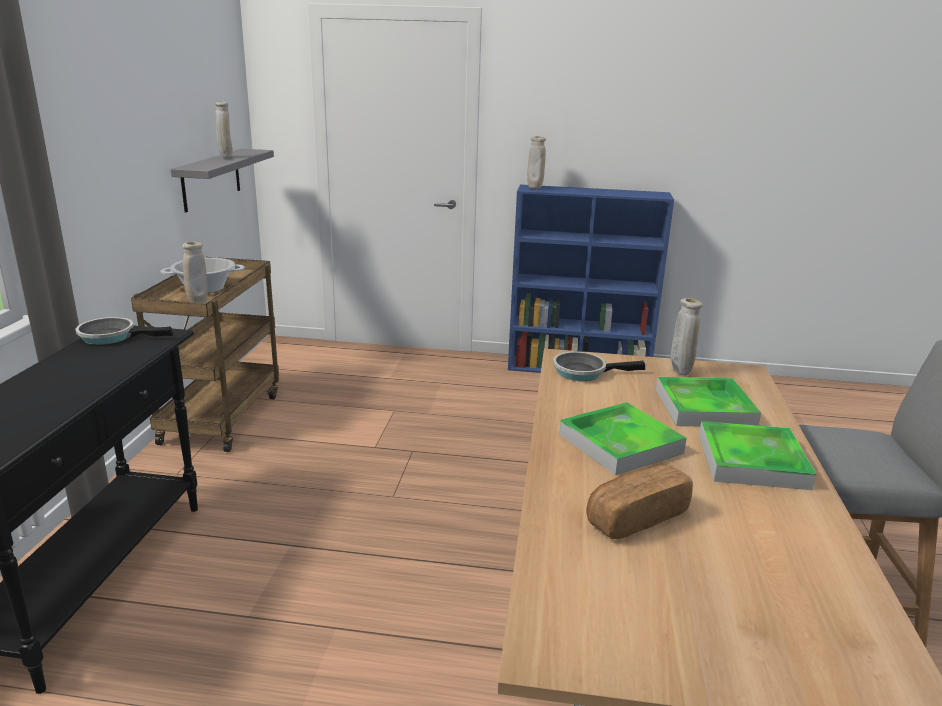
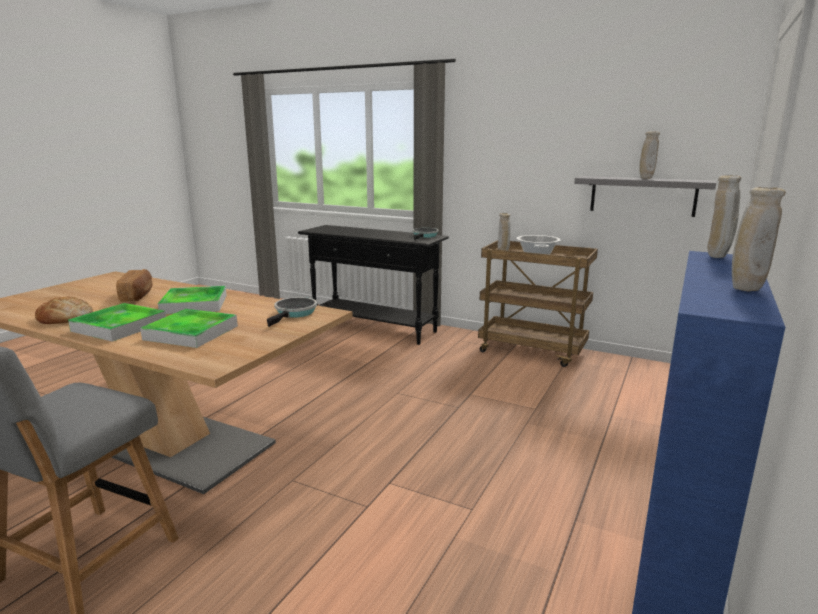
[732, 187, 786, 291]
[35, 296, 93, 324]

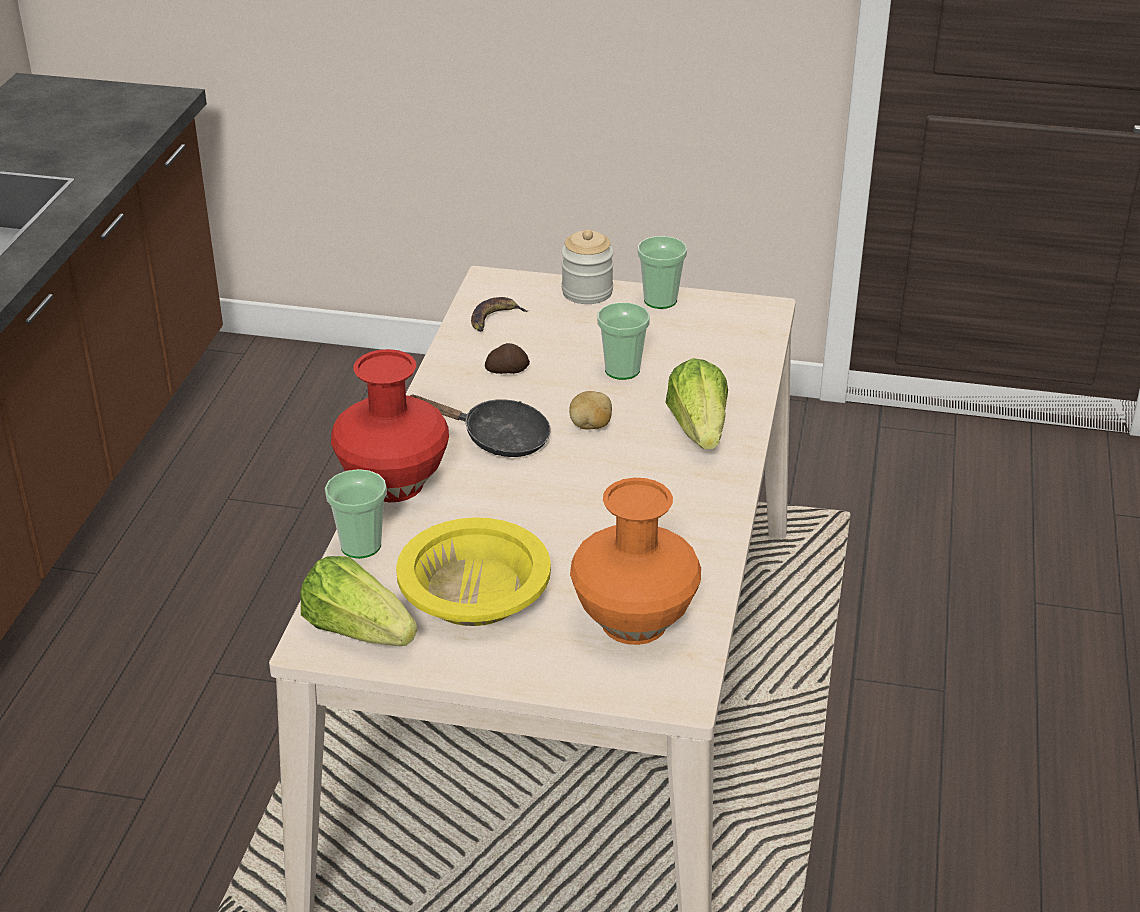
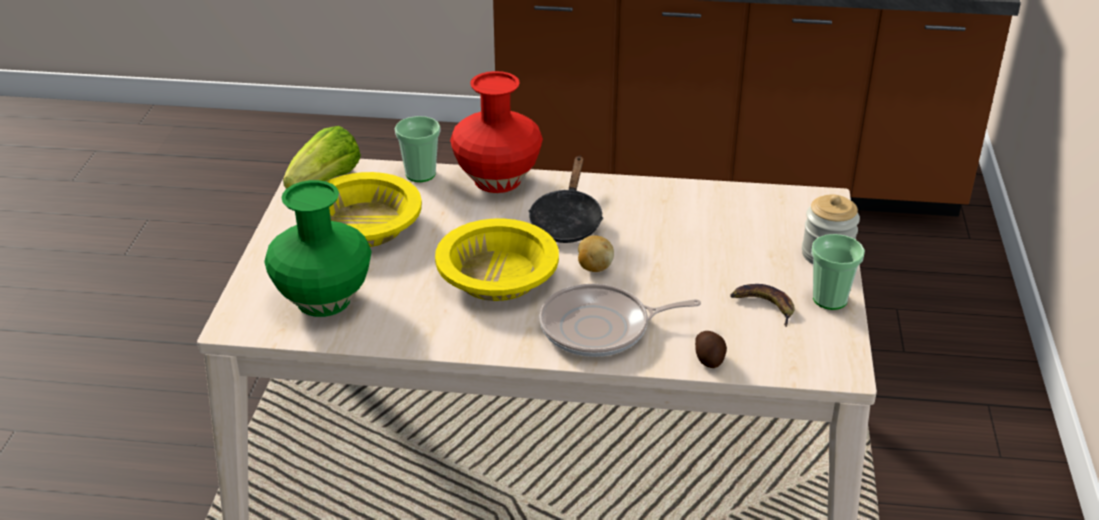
[730, 284, 795, 327]
[597, 302, 650, 380] (first image)
[695, 331, 727, 368]
[540, 284, 701, 357]
[264, 180, 372, 317]
[435, 219, 559, 301]

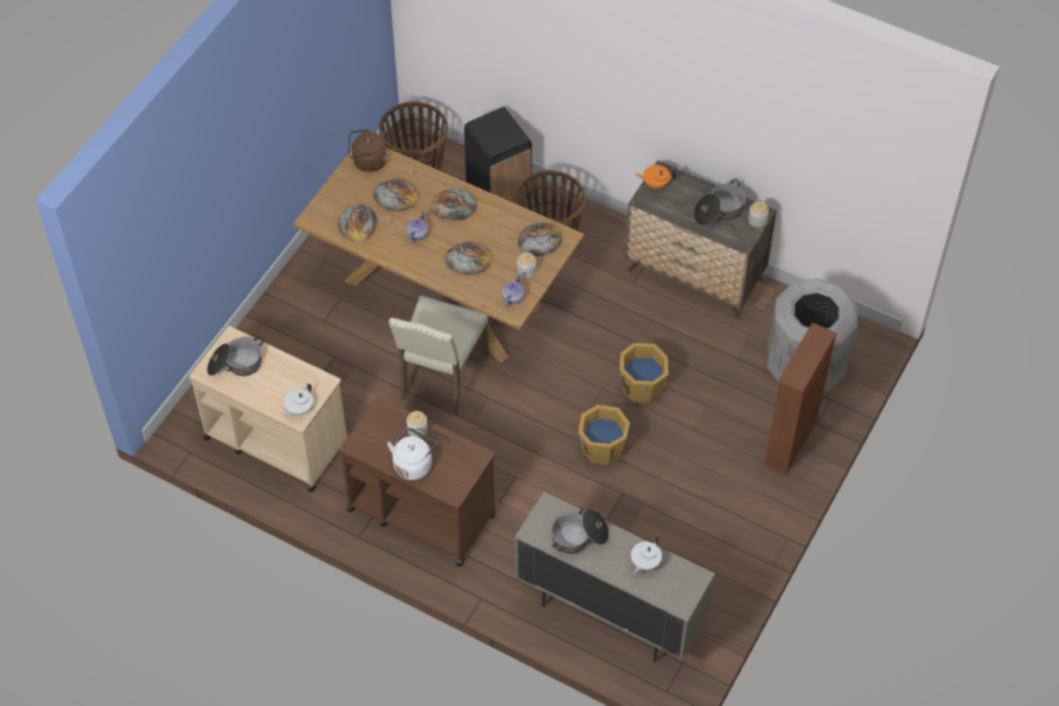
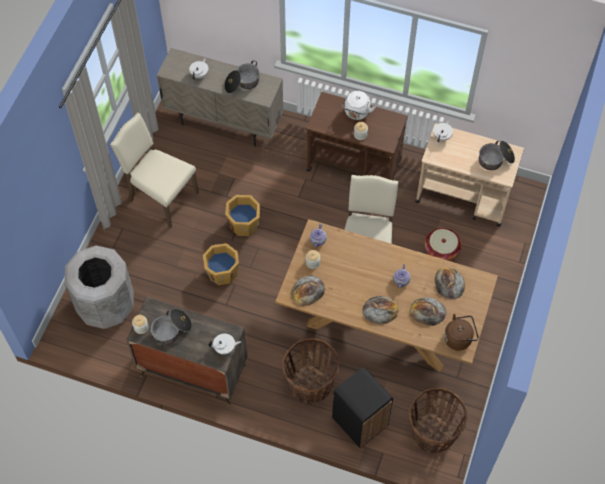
[208, 333, 241, 355]
[444, 242, 492, 275] (first image)
[763, 322, 837, 475] (first image)
[110, 113, 199, 229]
[425, 228, 462, 261]

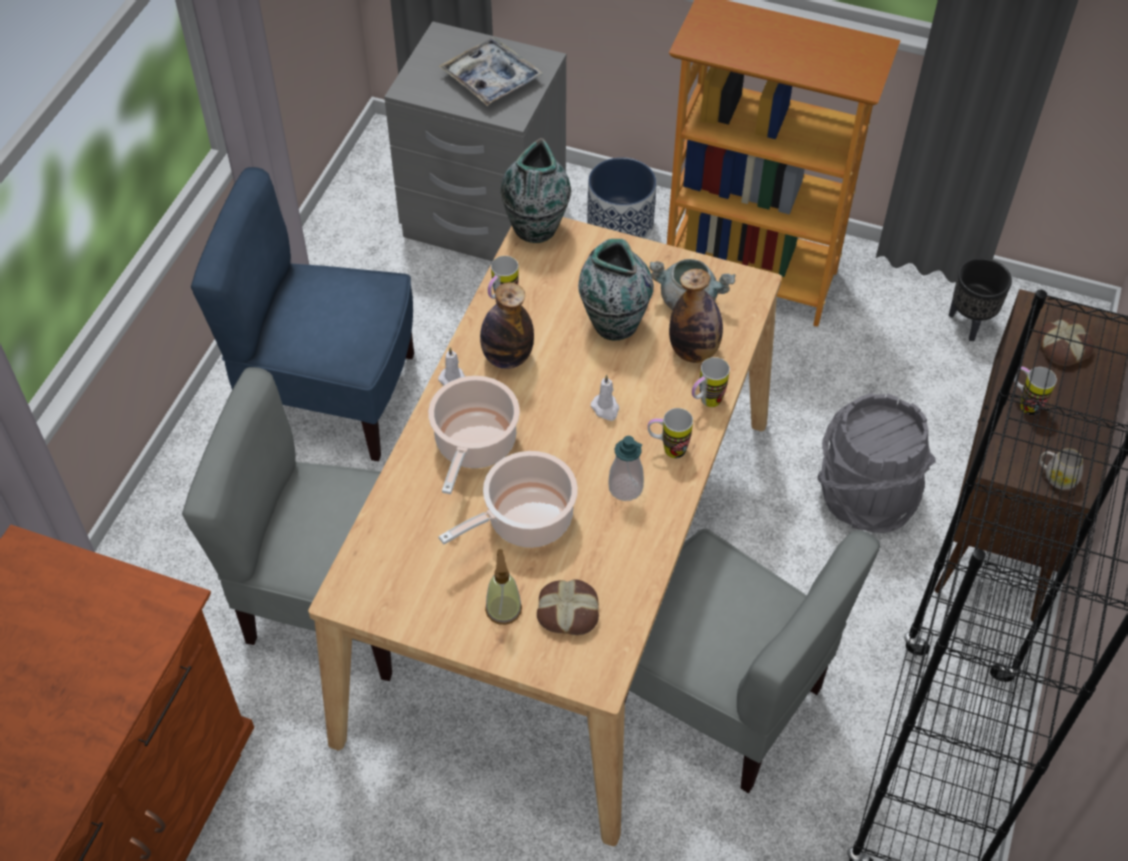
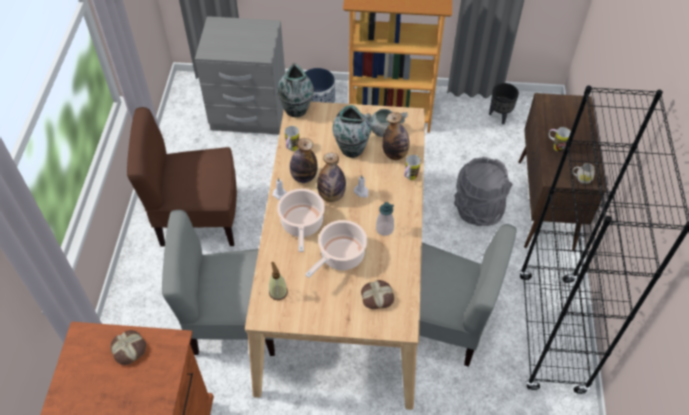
[439, 37, 543, 106] (first image)
[127, 107, 237, 247]
[110, 330, 146, 365]
[648, 408, 693, 458] (first image)
[269, 262, 288, 301]
[317, 153, 346, 202]

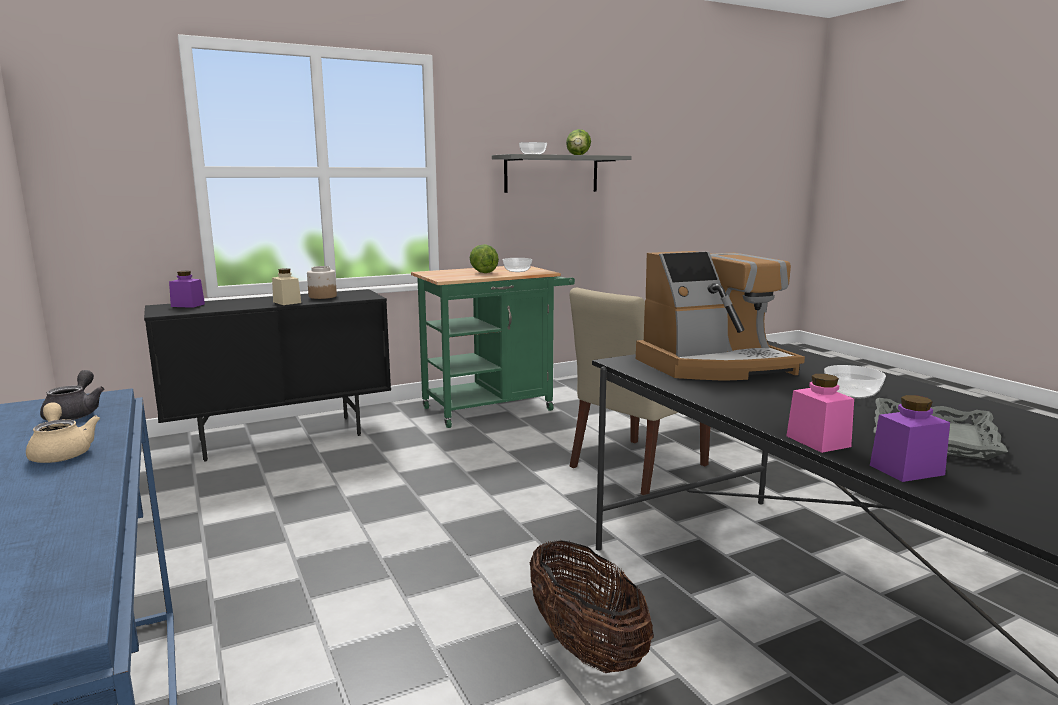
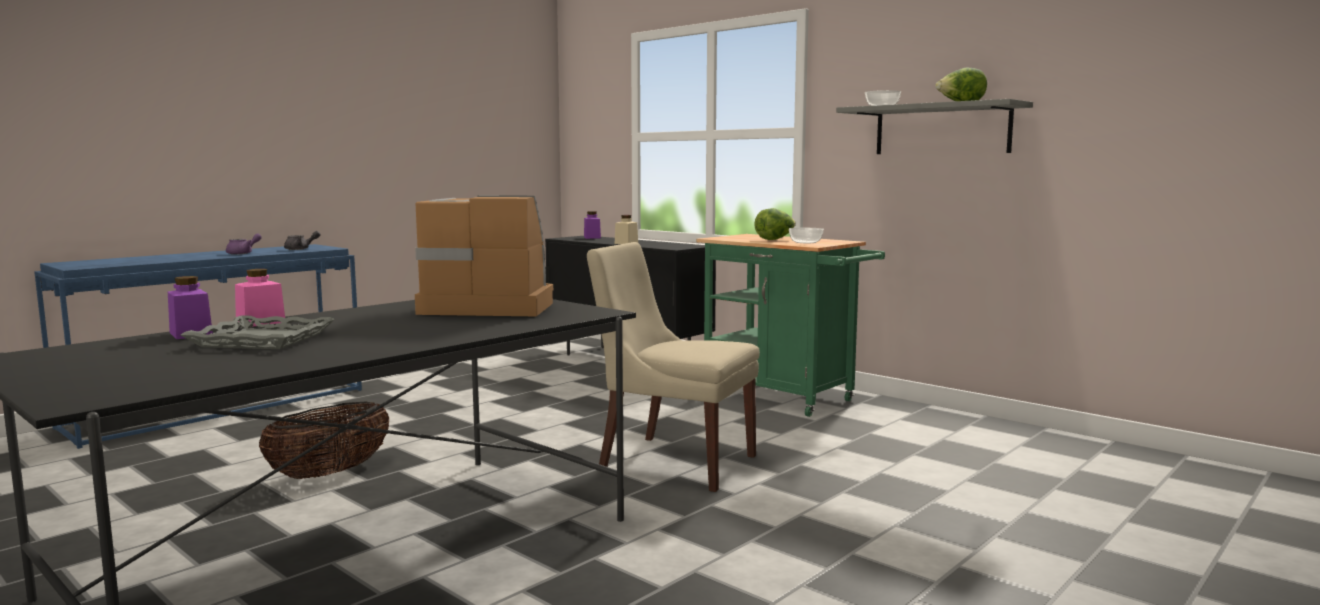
[415, 195, 553, 316]
[307, 266, 337, 299] (first image)
[824, 365, 886, 398] (first image)
[226, 233, 262, 255]

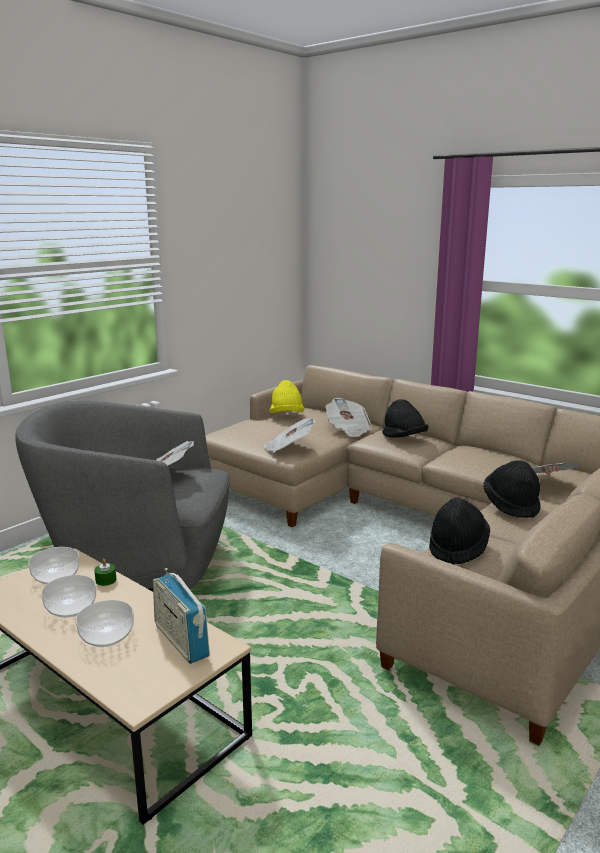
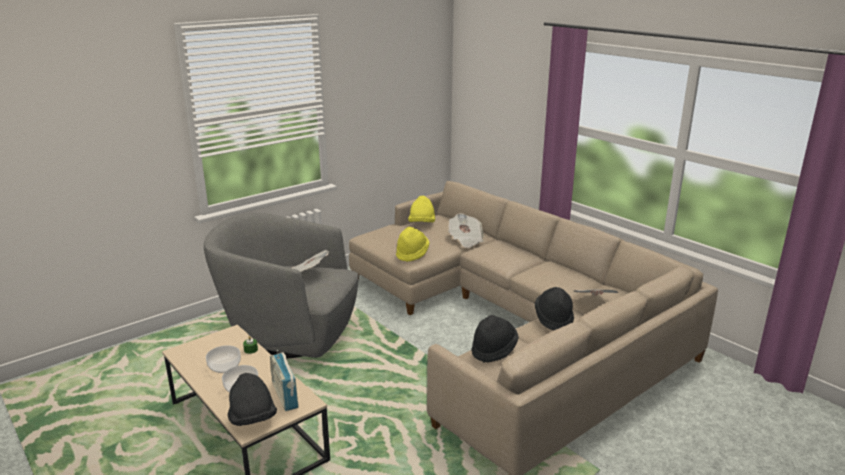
[228, 373, 277, 426]
[396, 227, 429, 262]
[28, 547, 79, 584] (first image)

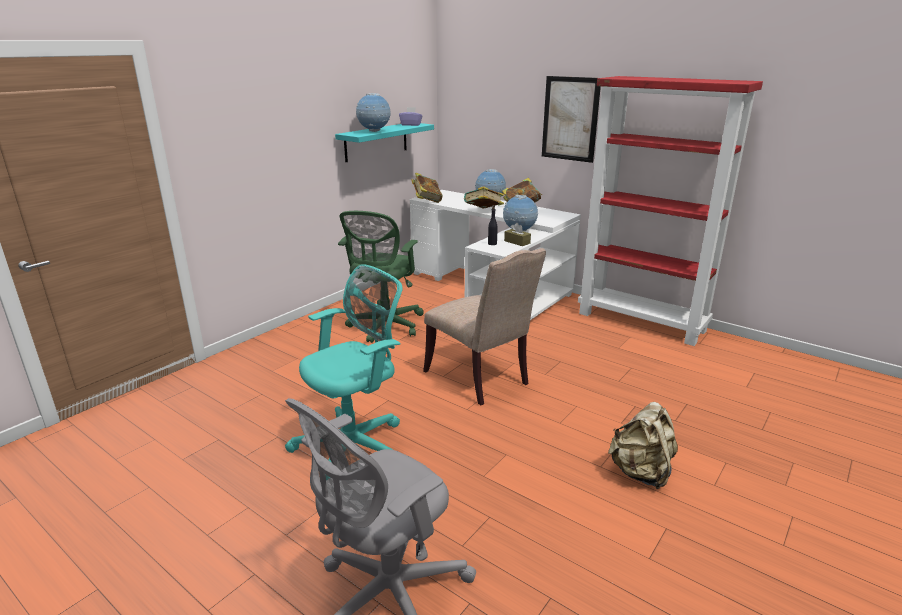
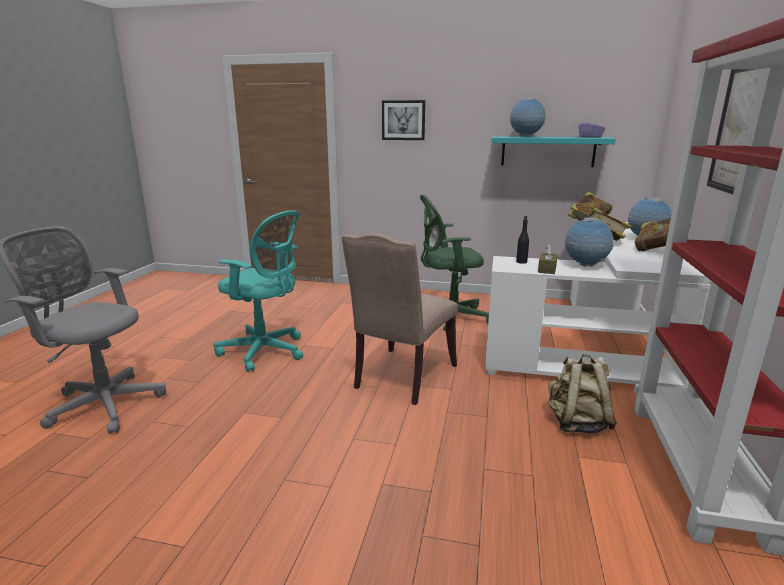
[548, 354, 617, 434]
[382, 100, 425, 140]

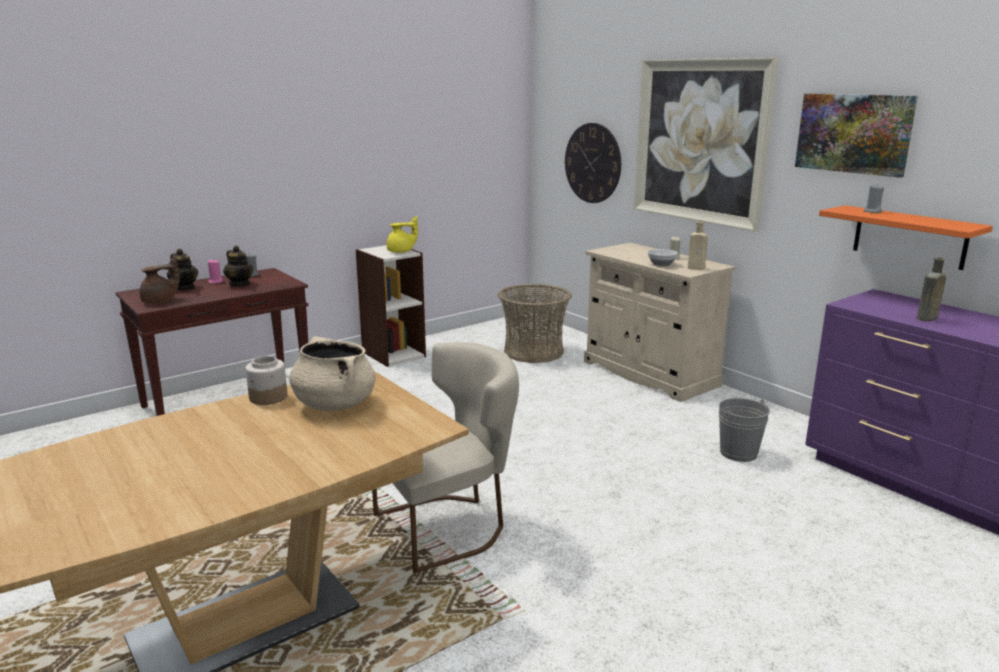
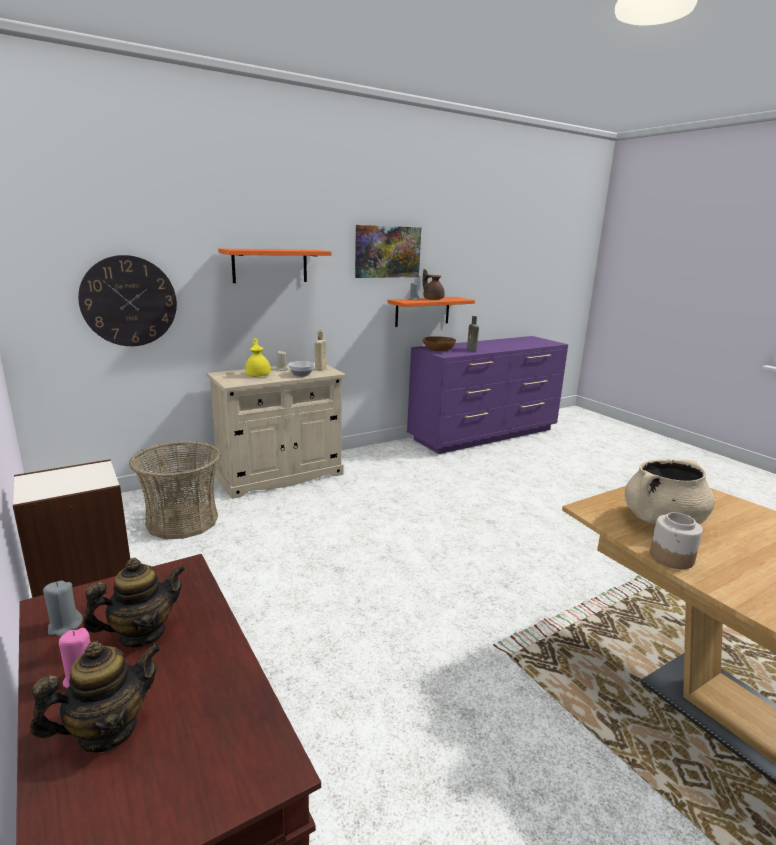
[218, 248, 331, 283]
[245, 338, 271, 377]
[423, 269, 445, 300]
[372, 342, 519, 573] (first image)
[719, 398, 770, 462] (first image)
[423, 336, 456, 351]

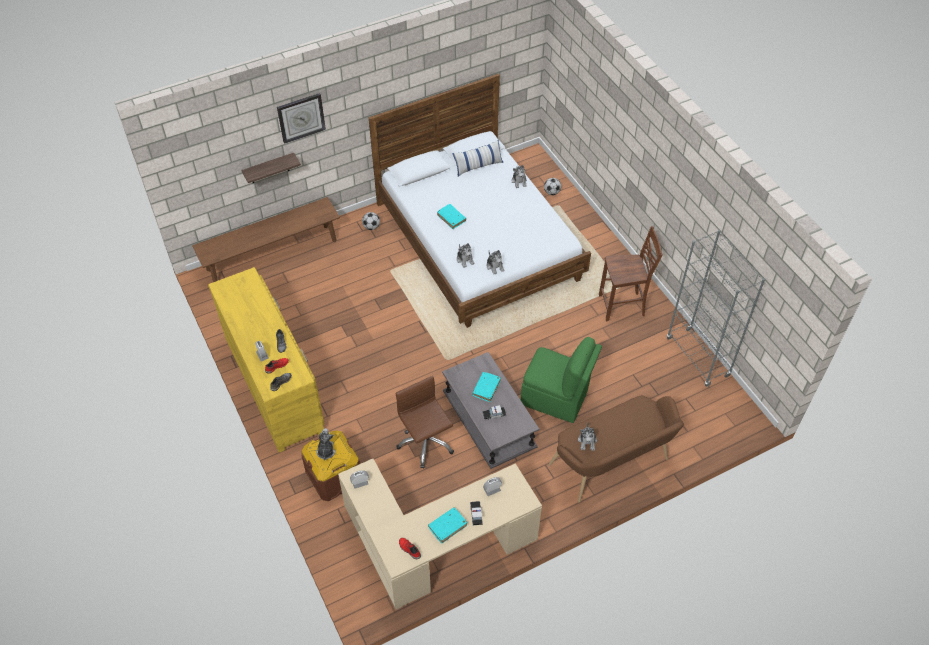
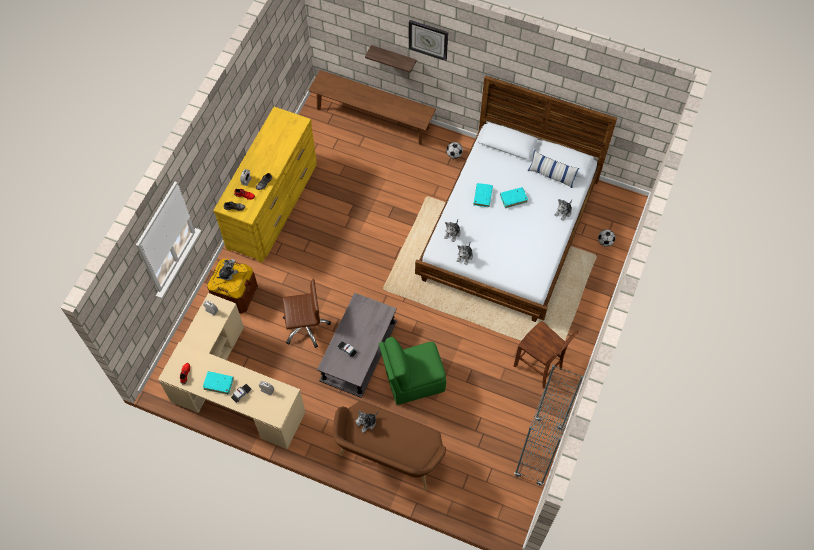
[379, 337, 446, 405]
[500, 187, 528, 208]
[283, 279, 331, 348]

